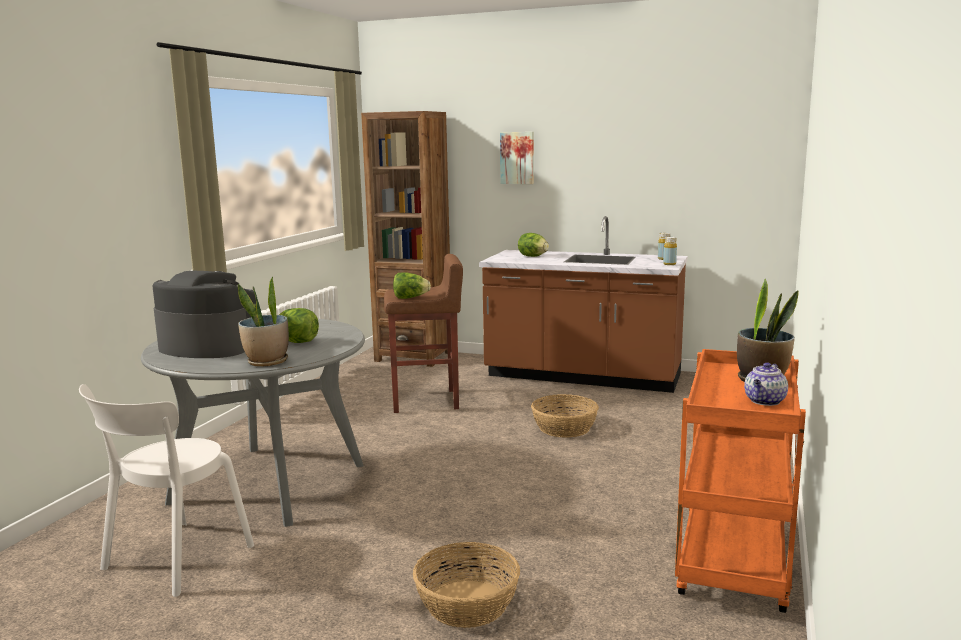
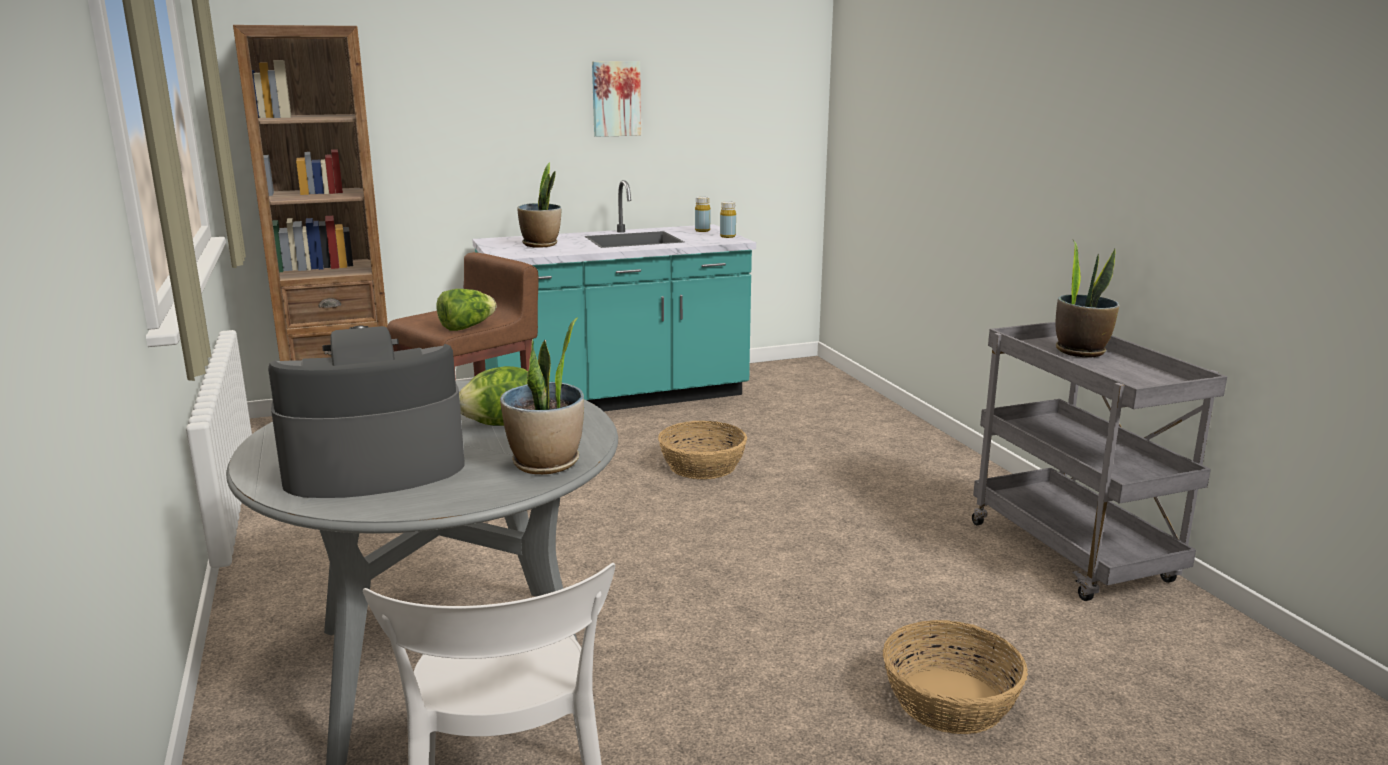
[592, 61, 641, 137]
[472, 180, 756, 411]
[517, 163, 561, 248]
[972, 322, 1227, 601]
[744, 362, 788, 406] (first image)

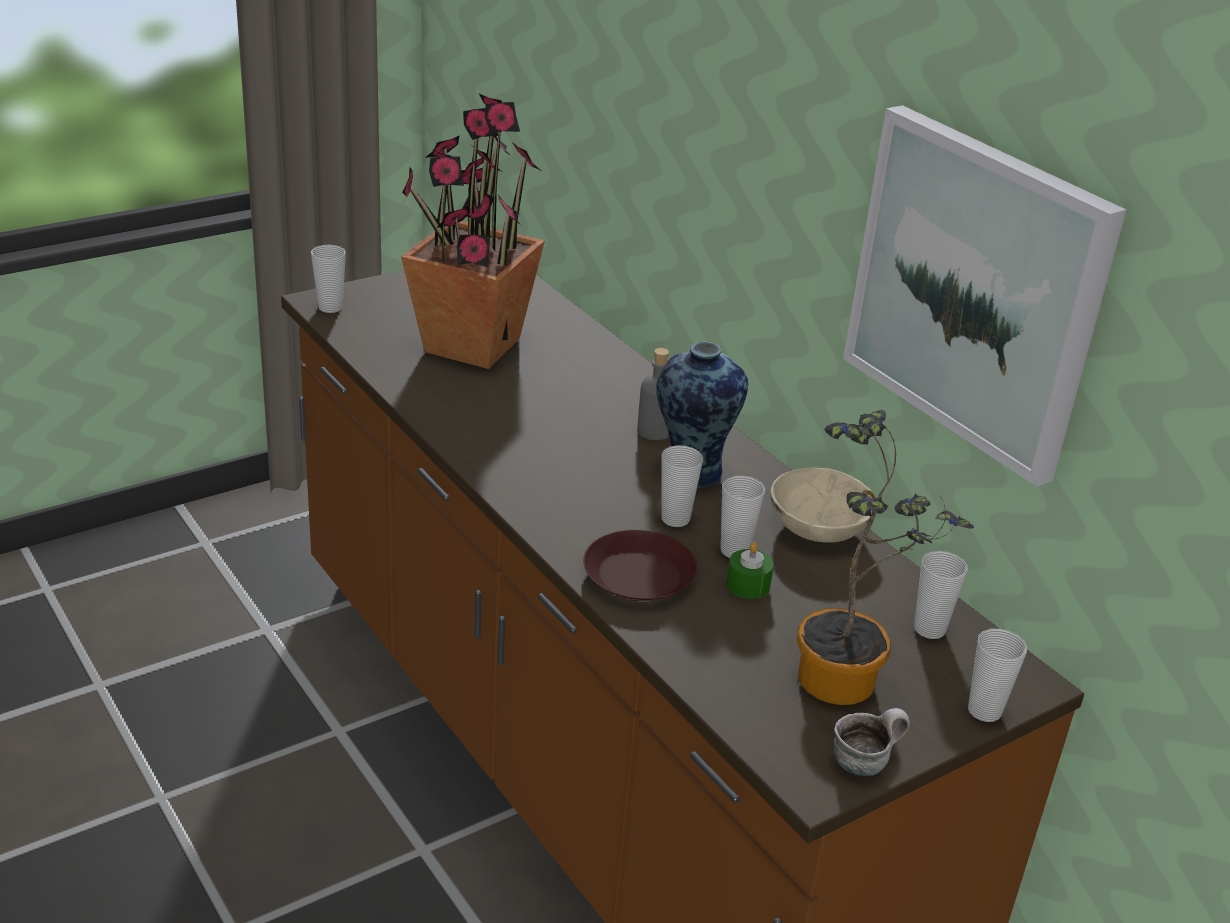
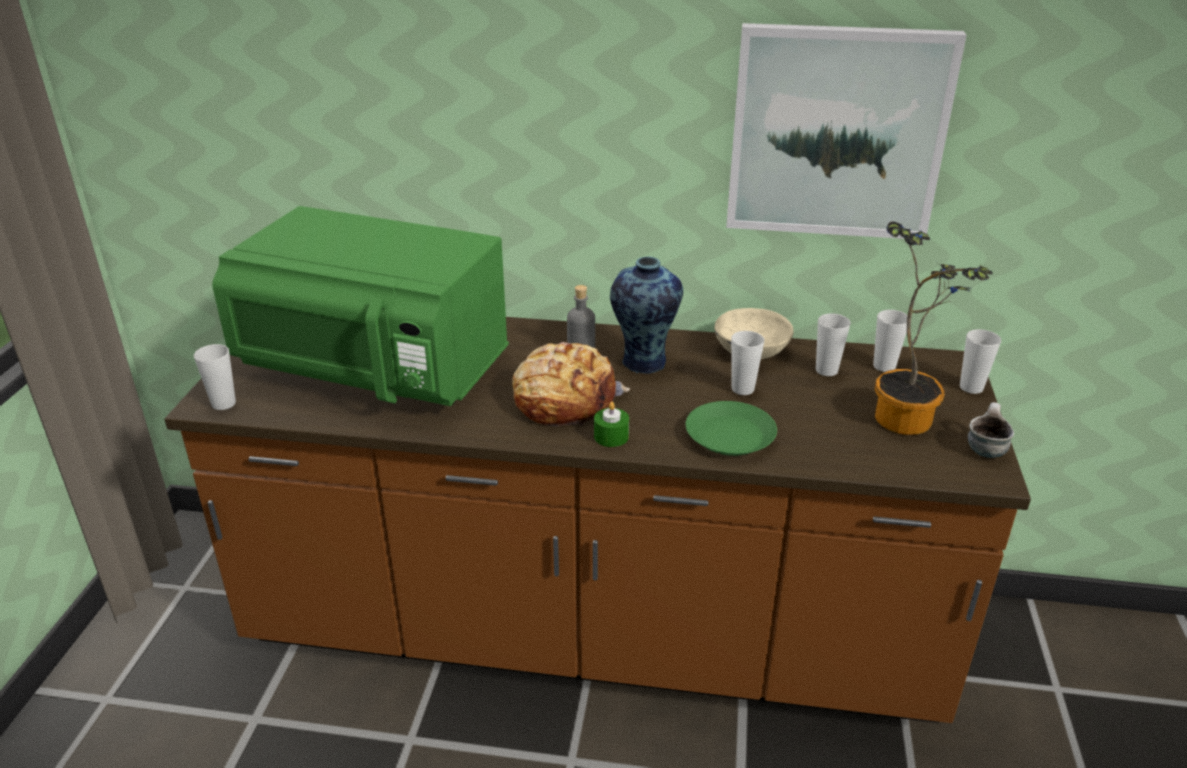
[212, 206, 509, 406]
[816, 314, 851, 376]
[686, 401, 777, 456]
[594, 402, 629, 447]
[512, 342, 630, 427]

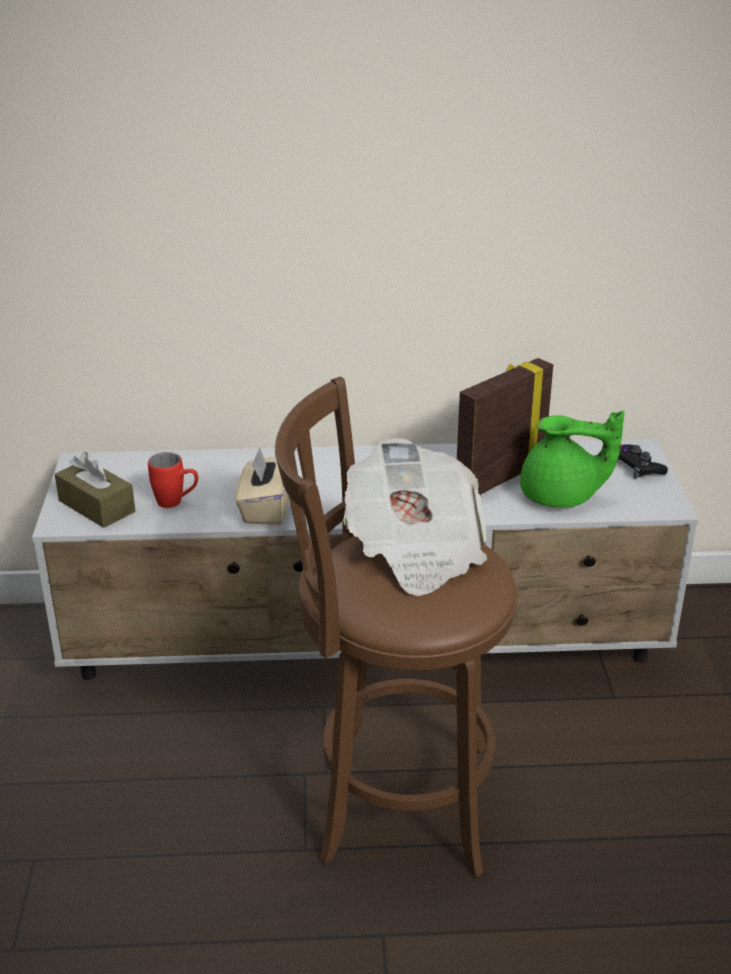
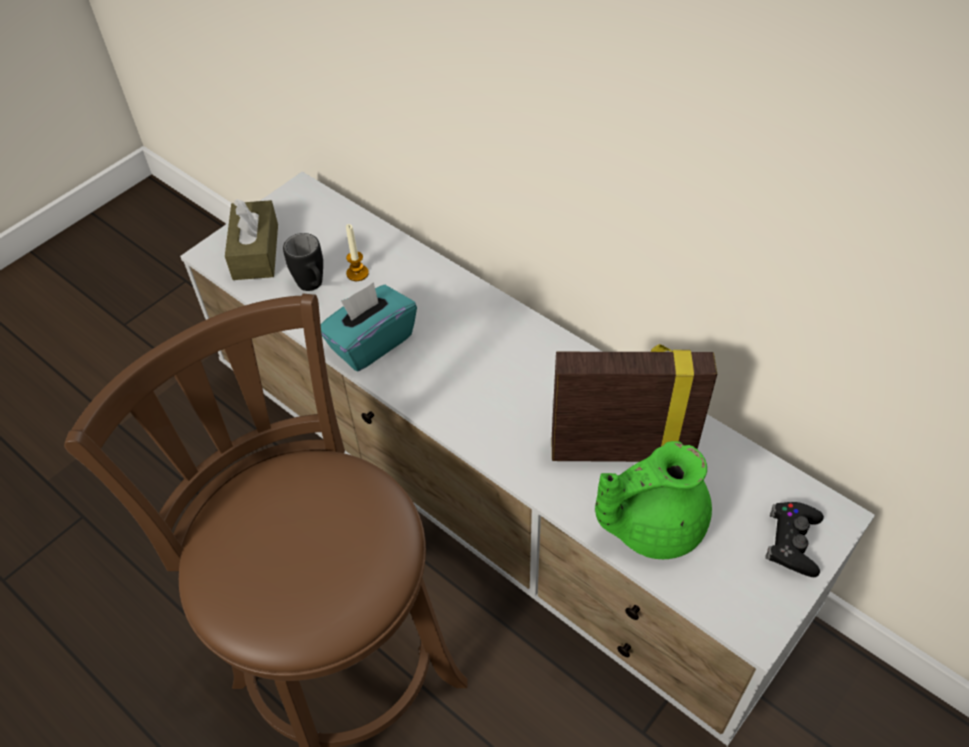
[595, 441, 712, 559]
[343, 438, 487, 596] (first image)
[321, 282, 417, 371]
[283, 233, 323, 291]
[346, 224, 369, 281]

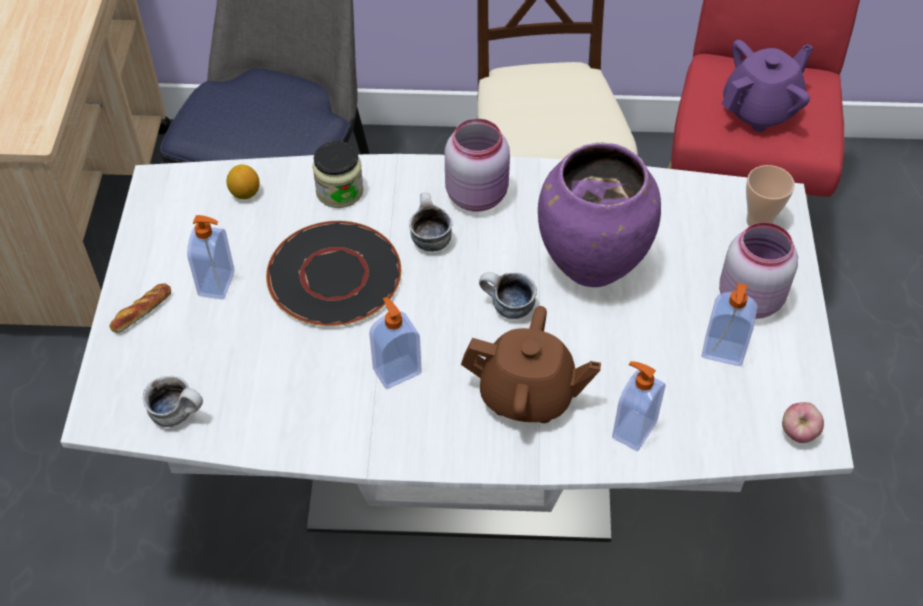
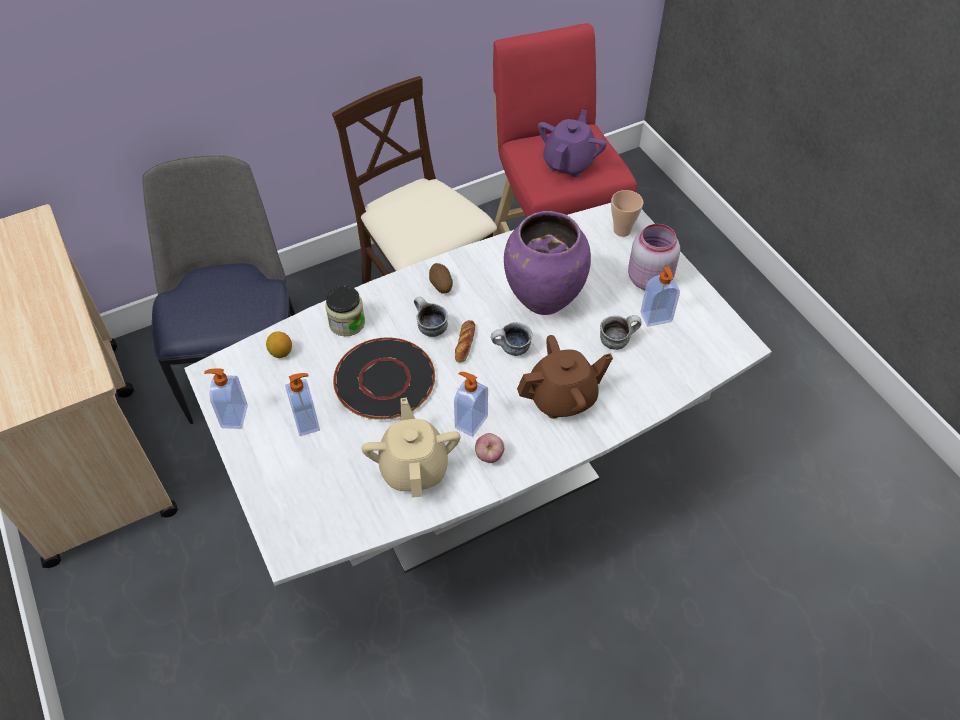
[429, 263, 453, 293]
[455, 320, 475, 363]
[204, 368, 248, 429]
[600, 315, 642, 350]
[475, 433, 504, 463]
[361, 397, 460, 498]

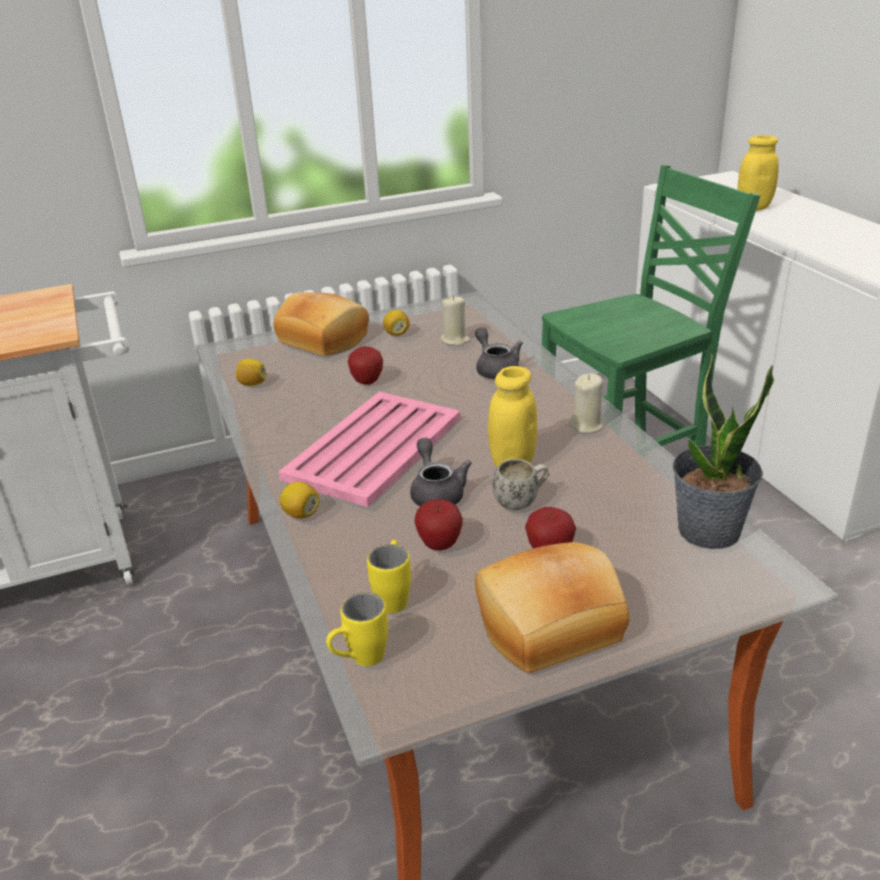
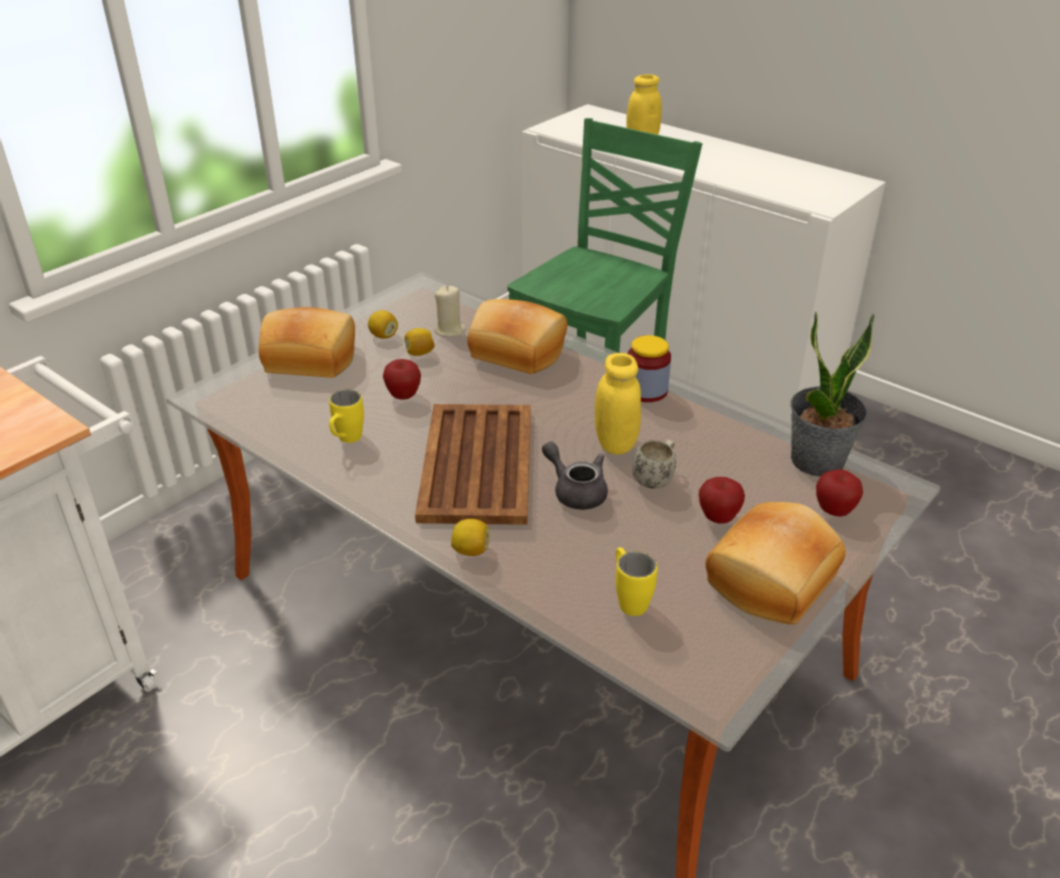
[467, 299, 567, 374]
[404, 328, 435, 356]
[628, 335, 671, 402]
[415, 404, 531, 525]
[816, 469, 863, 517]
[329, 389, 364, 443]

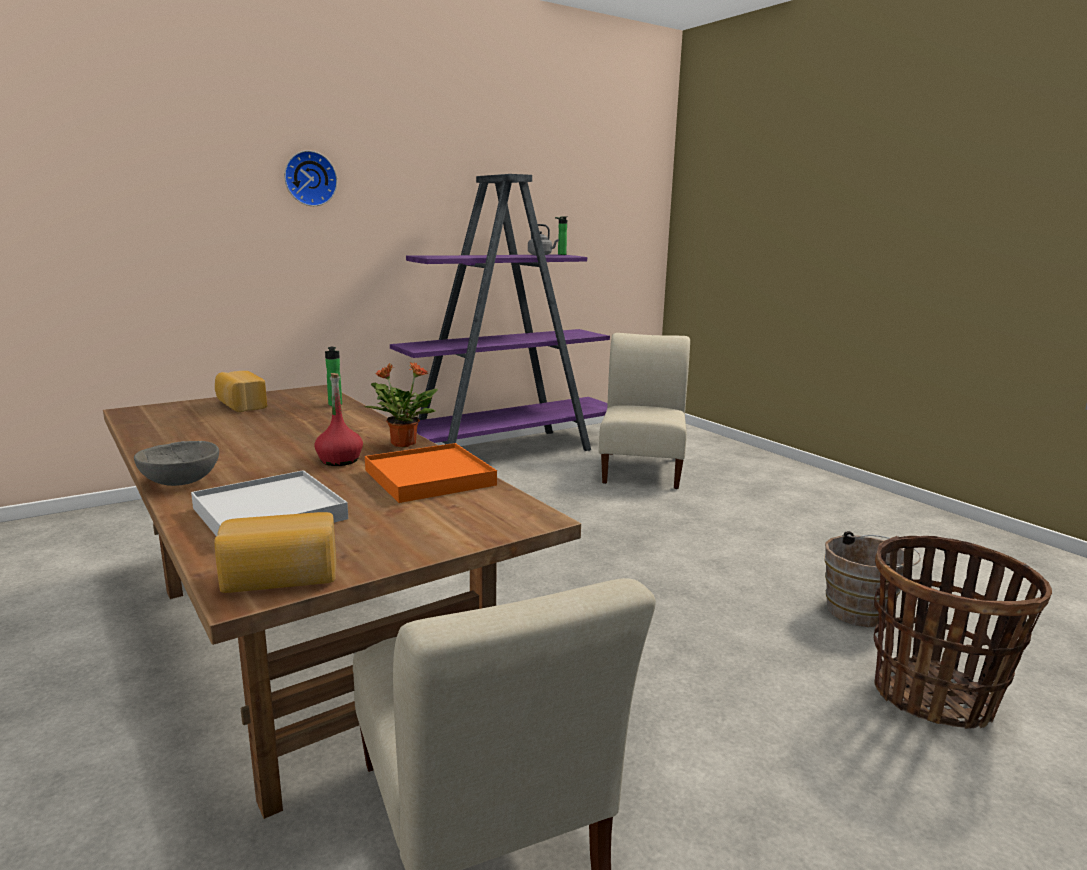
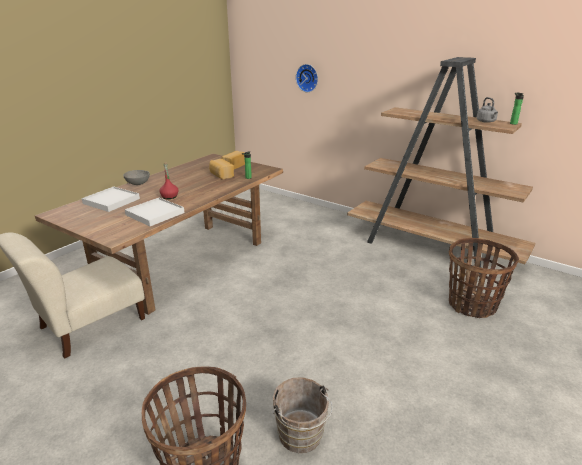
[296, 64, 318, 92]
[347, 57, 536, 277]
[449, 238, 519, 318]
[365, 362, 438, 447] (first image)
[125, 198, 184, 226]
[209, 159, 234, 180]

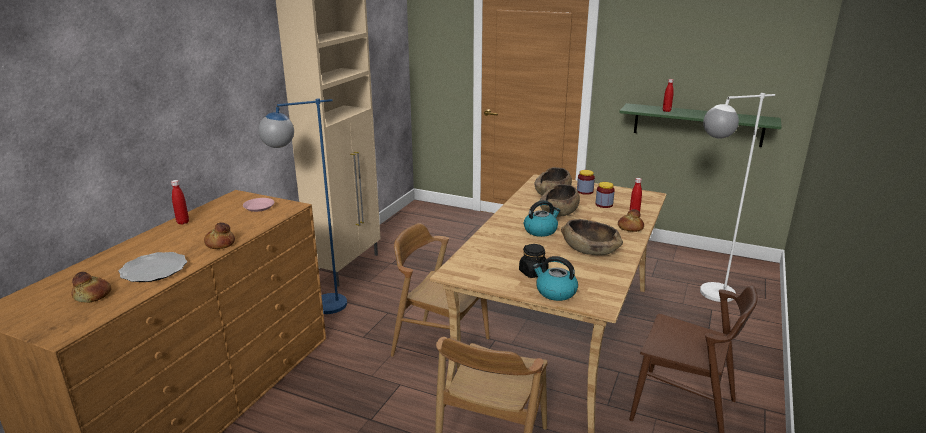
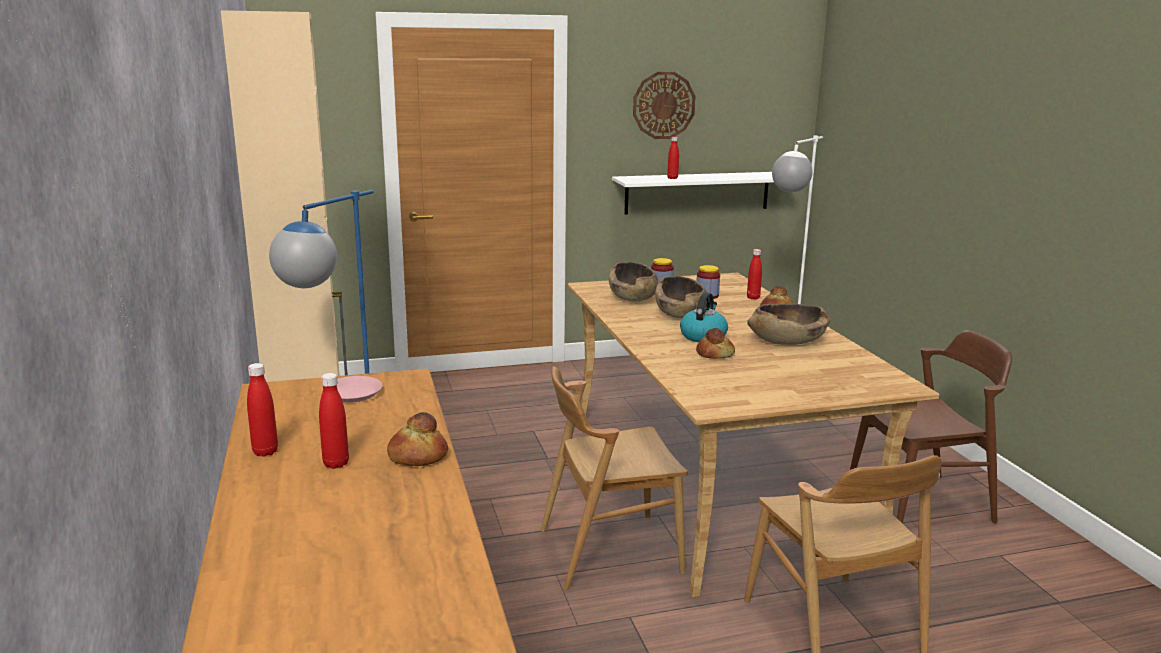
[612, 172, 774, 215]
[519, 244, 548, 278] (first image)
[118, 252, 187, 282] (first image)
[533, 256, 578, 301] (first image)
[696, 328, 735, 359]
[633, 72, 696, 139]
[319, 373, 349, 469]

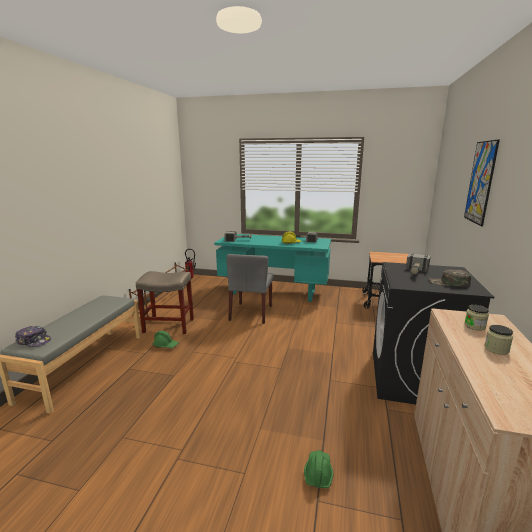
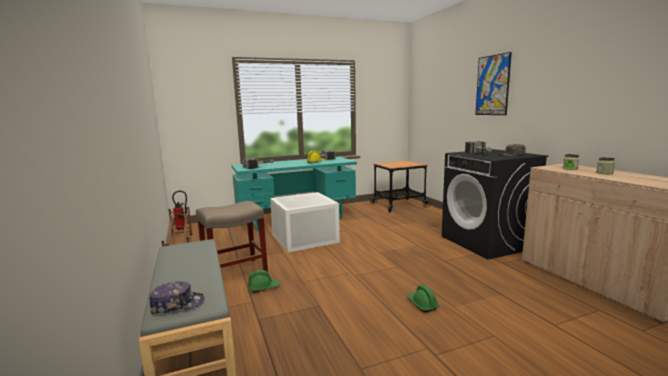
[270, 192, 340, 252]
[407, 285, 440, 312]

